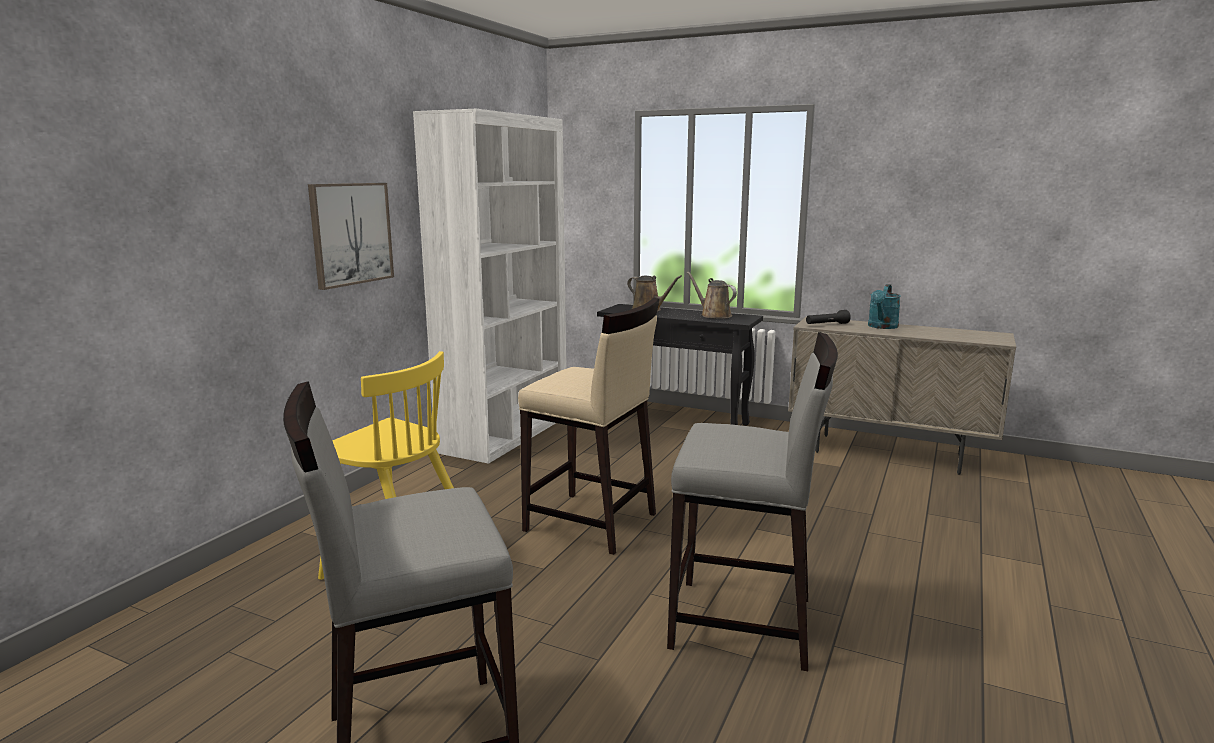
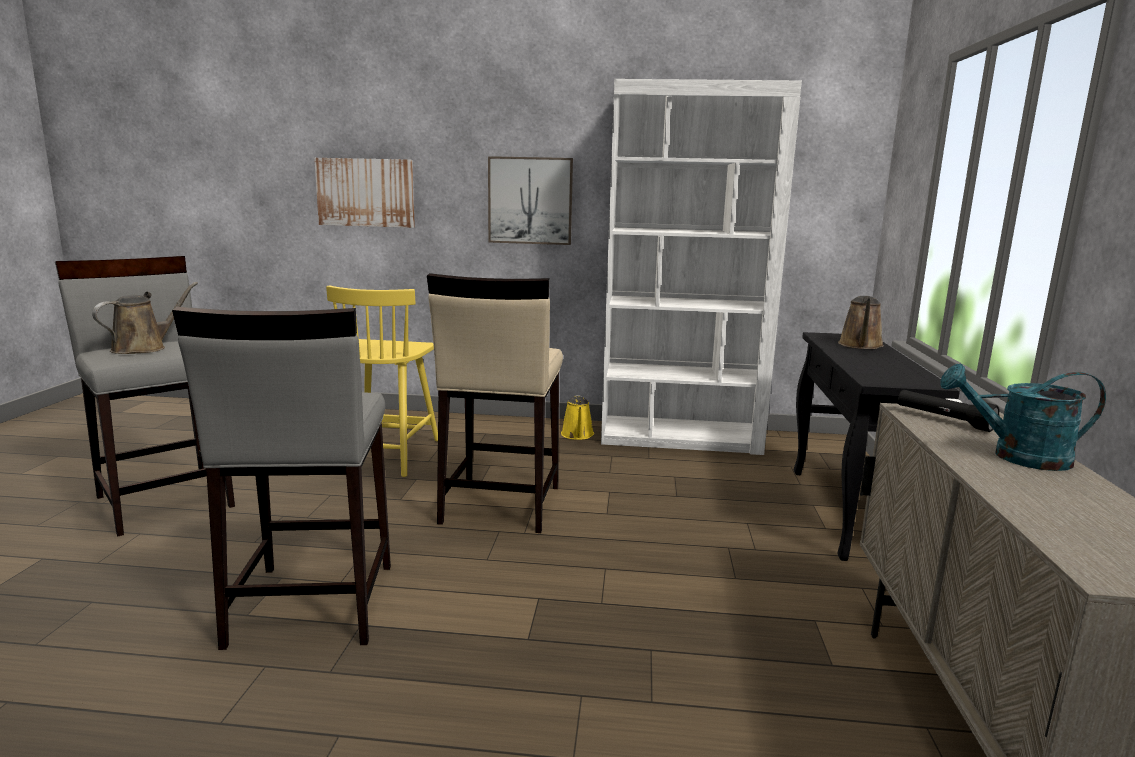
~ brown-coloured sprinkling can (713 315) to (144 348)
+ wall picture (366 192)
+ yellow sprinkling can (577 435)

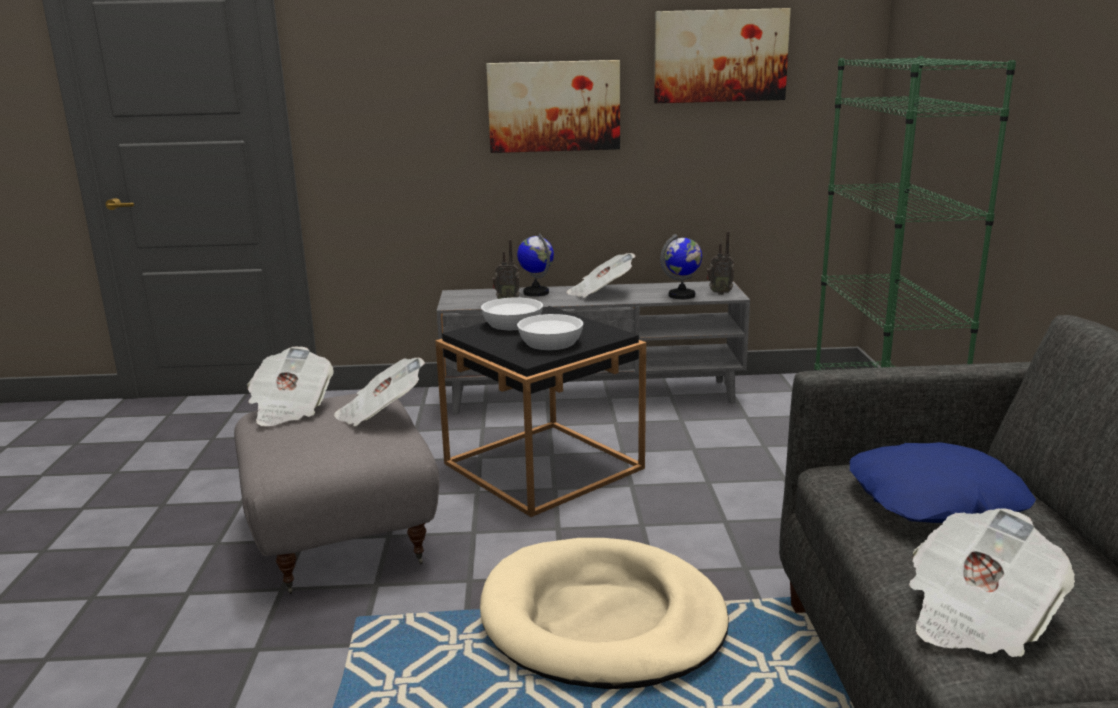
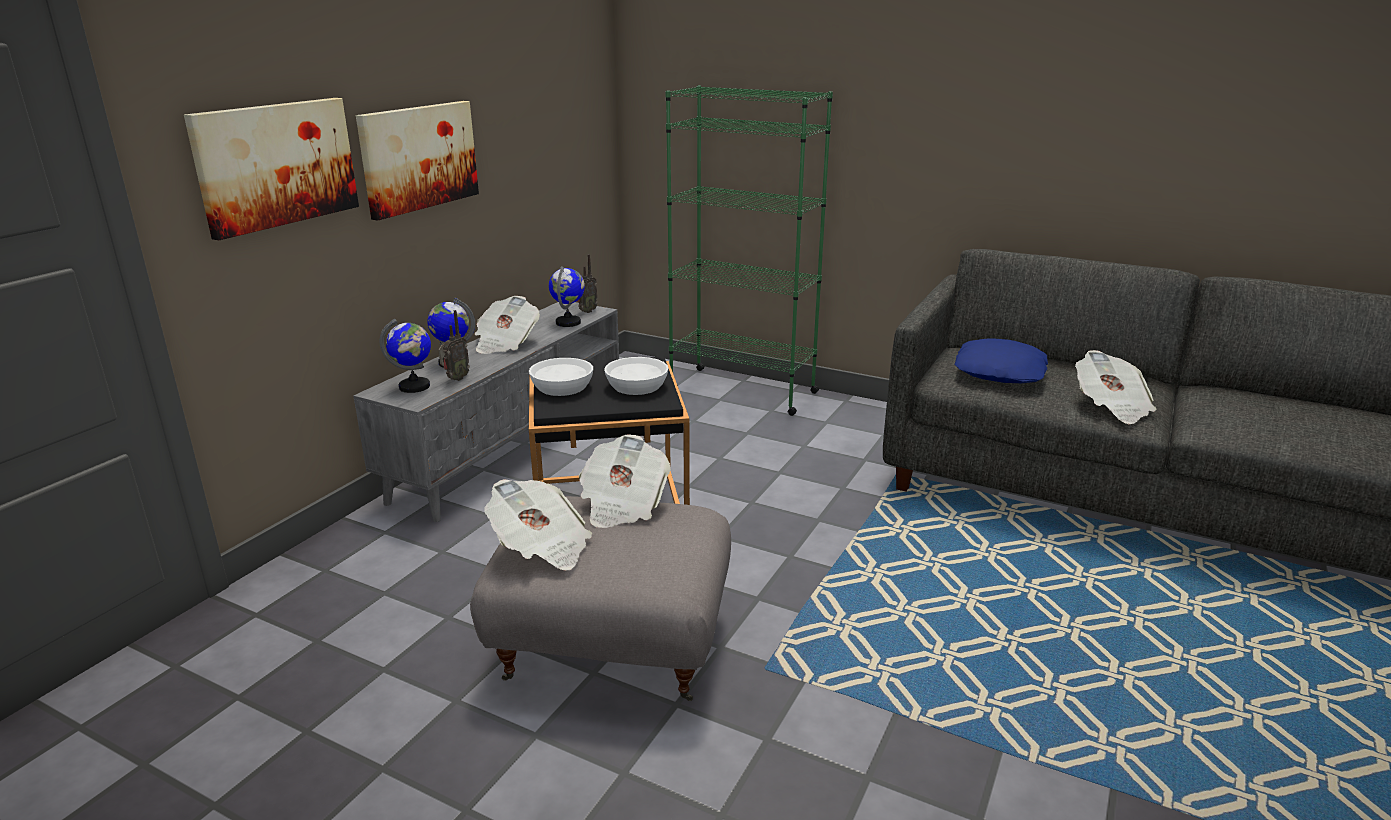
~ wall picture (720 56) to (276 164)
+ world globe (414 387)
- beige dog cushion (602 620)

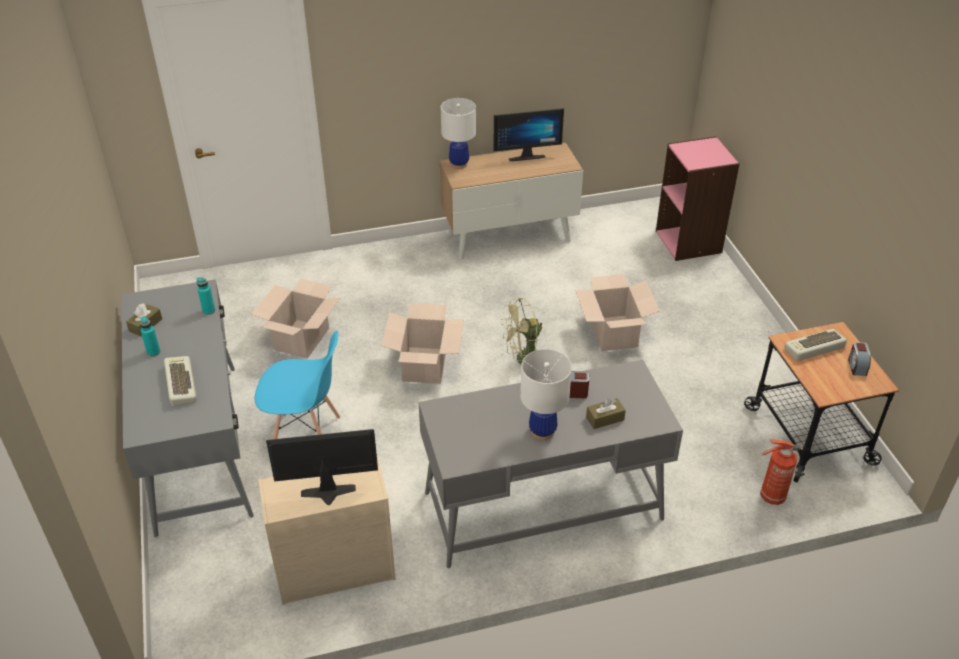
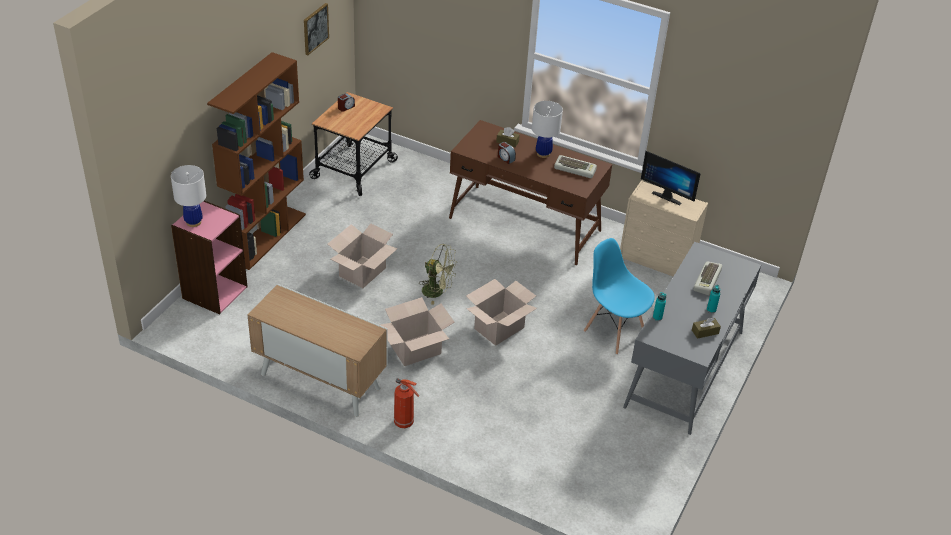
~ white-coloured lamp for a table (459 164) to (193 222)
+ brown-coloured bookshelf (266 236)
+ wall picture (315 28)
~ packing box (302 339) to (416 349)
~ extinguisher (770 497) to (405 423)
~ greyish desk table (542 505) to brown-coloured desk table (525 224)
~ keyboard (814 349) to (575 169)
- computer screen (525 155)

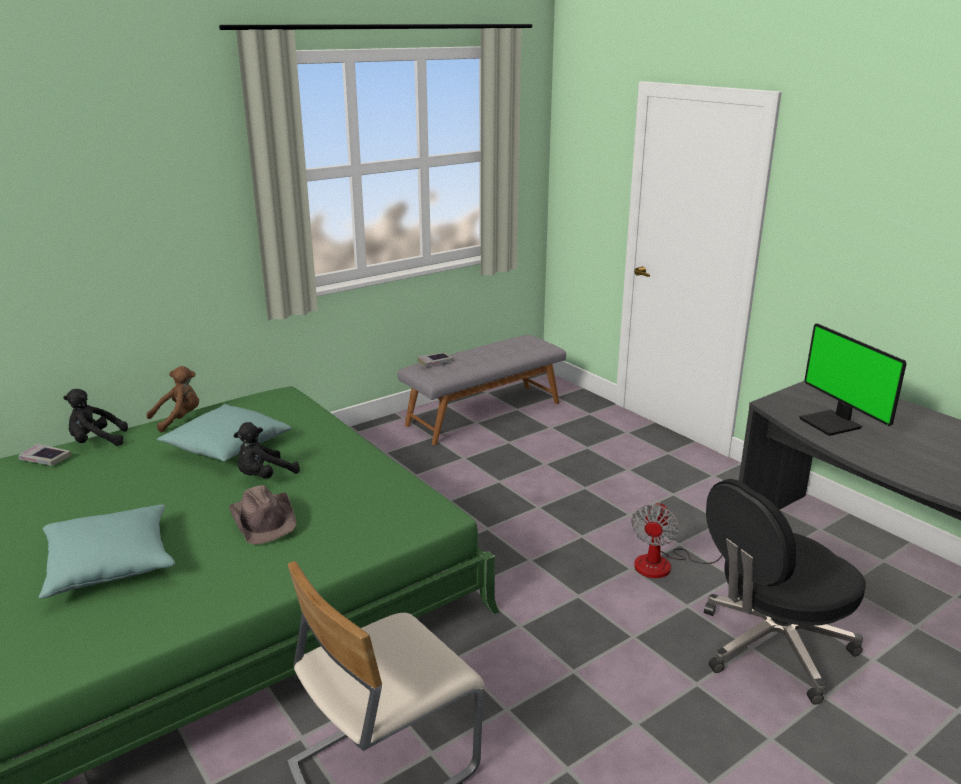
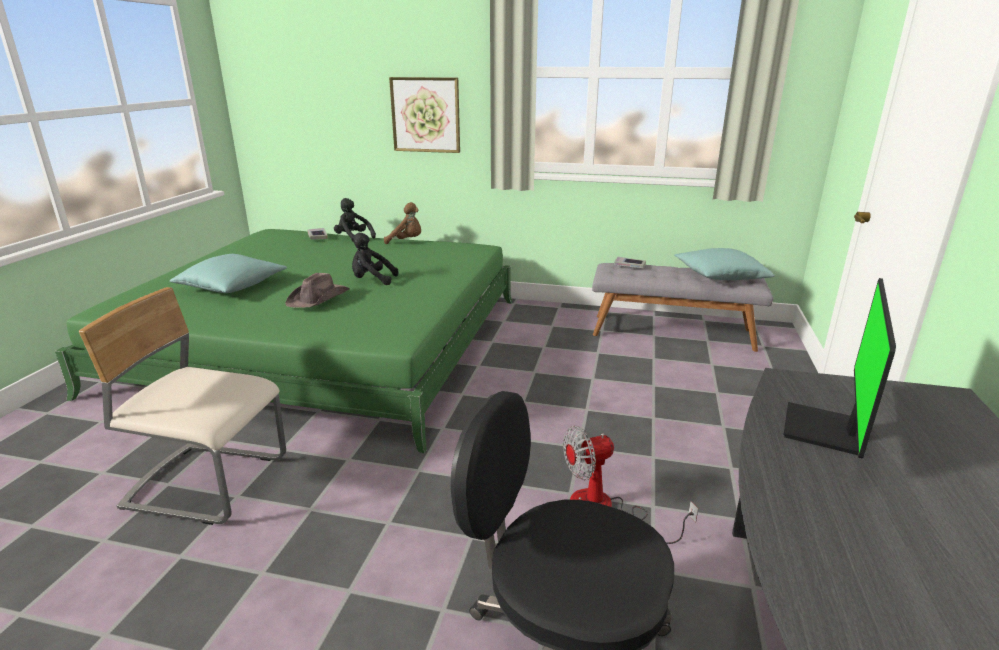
+ wall picture (425 115)
~ turquoise throw pillow (227 447) to (720 276)

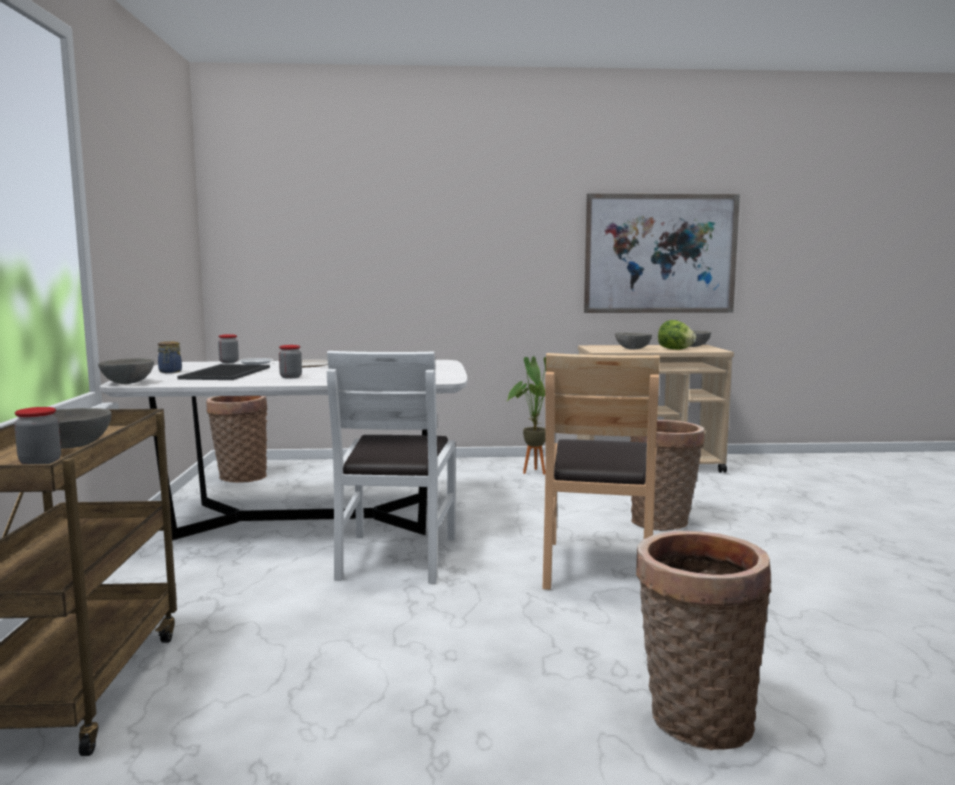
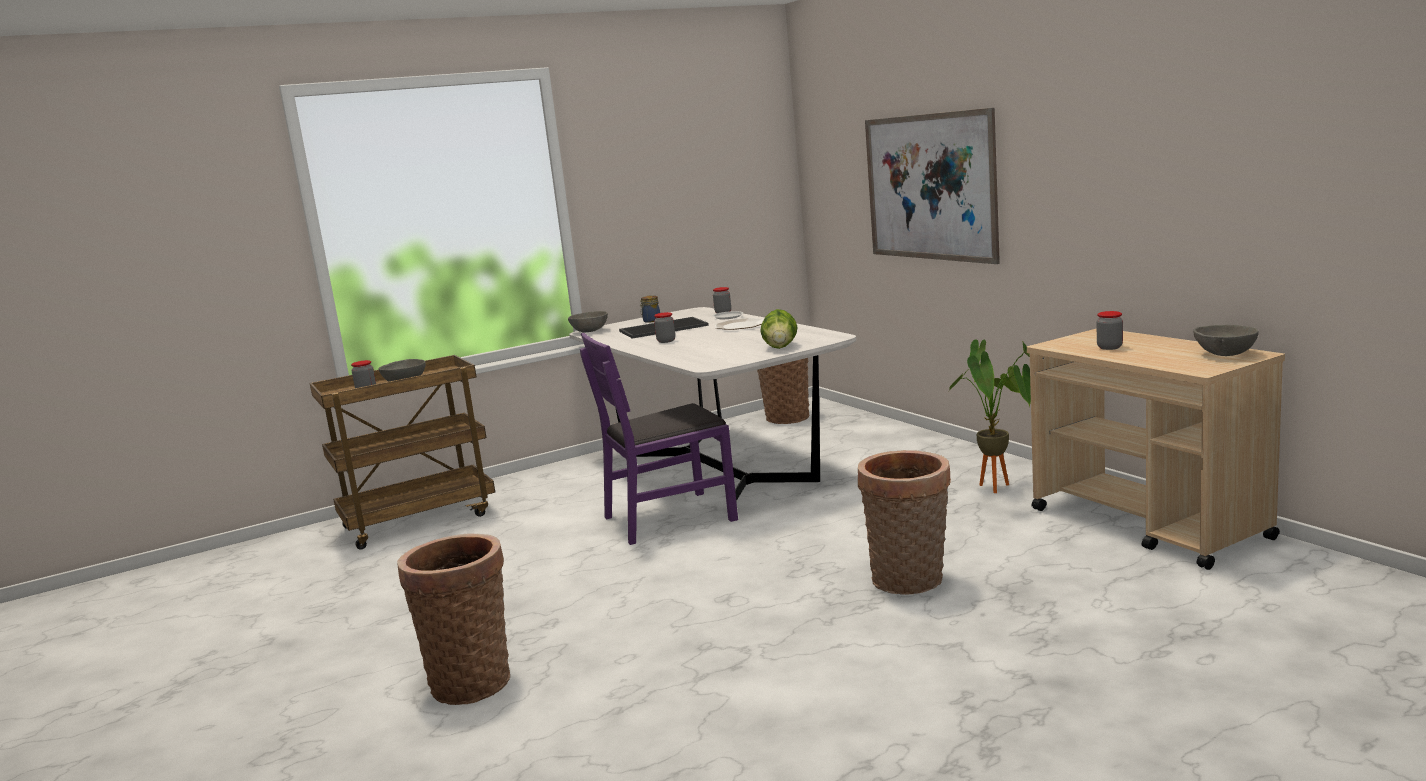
~ white-coloured upright chair (396 557) to purplish upright chair (669 517)
~ lettuce head (675 349) to (780 347)
~ wall picture (660 254) to (929 187)
~ greyish bowl (633 349) to preserve jar (1109 347)
- brown-coloured upright chair (597 567)

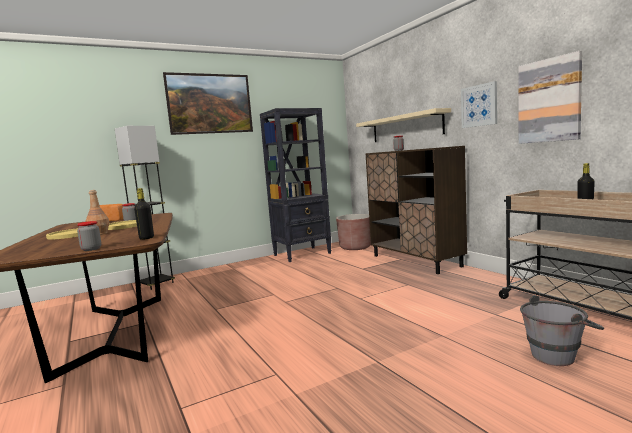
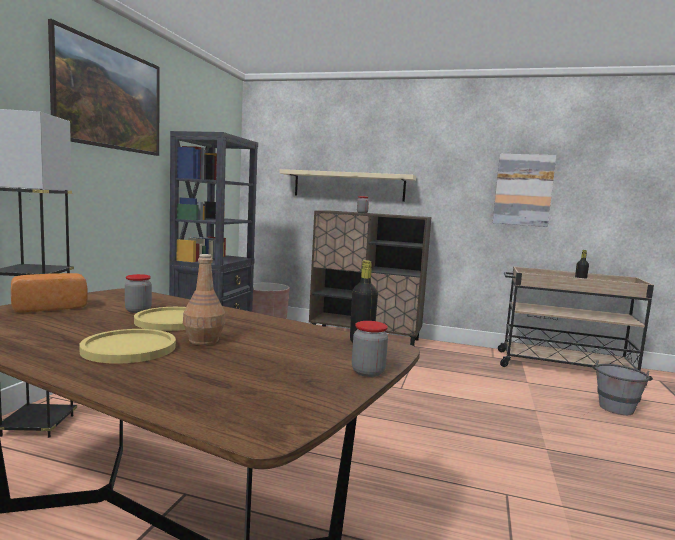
- wall picture (479 105)

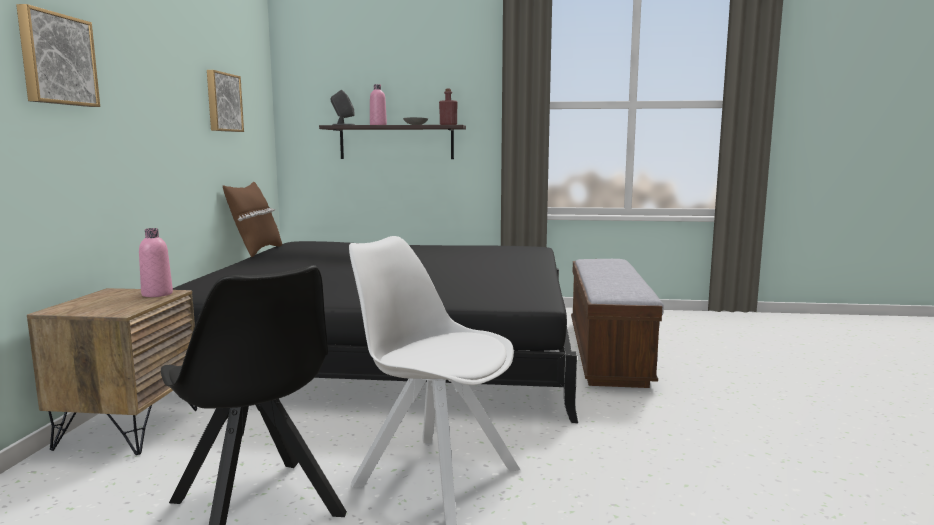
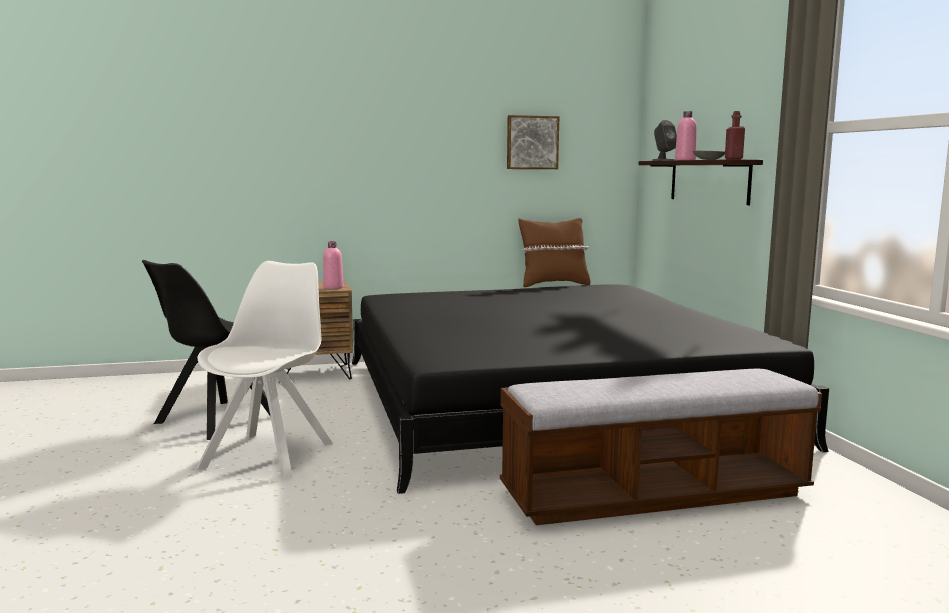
- wall picture (56 59)

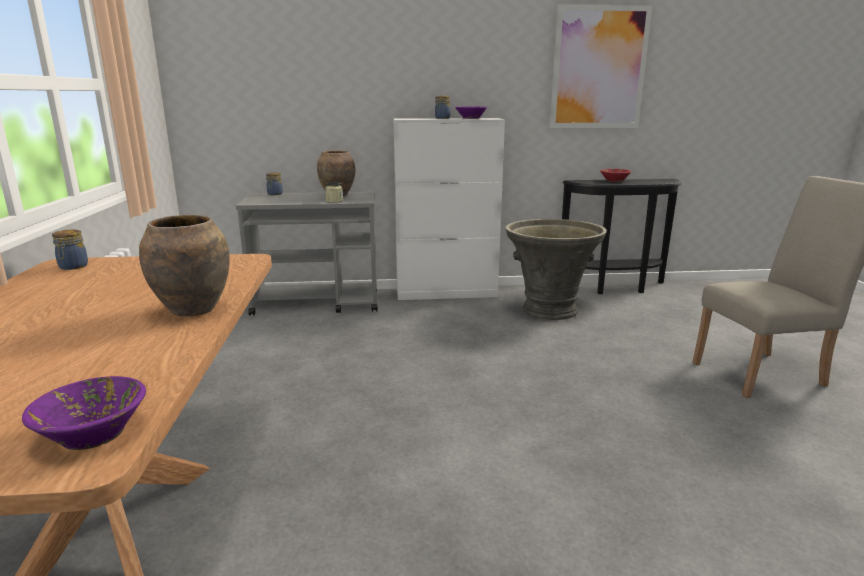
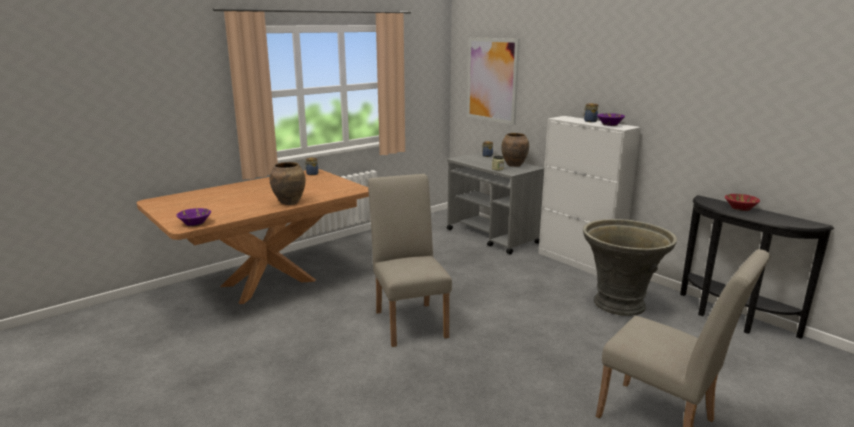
+ beige upright chair (410 320)
~ wall picture (598 68) to (492 80)

